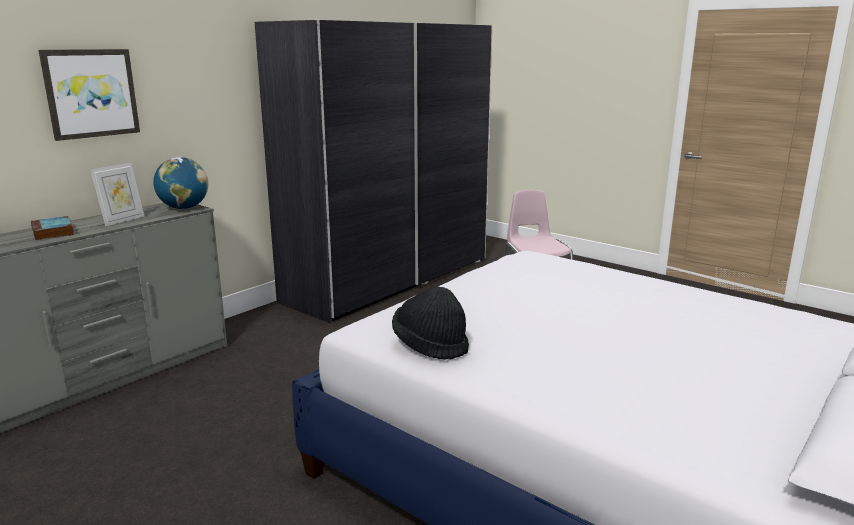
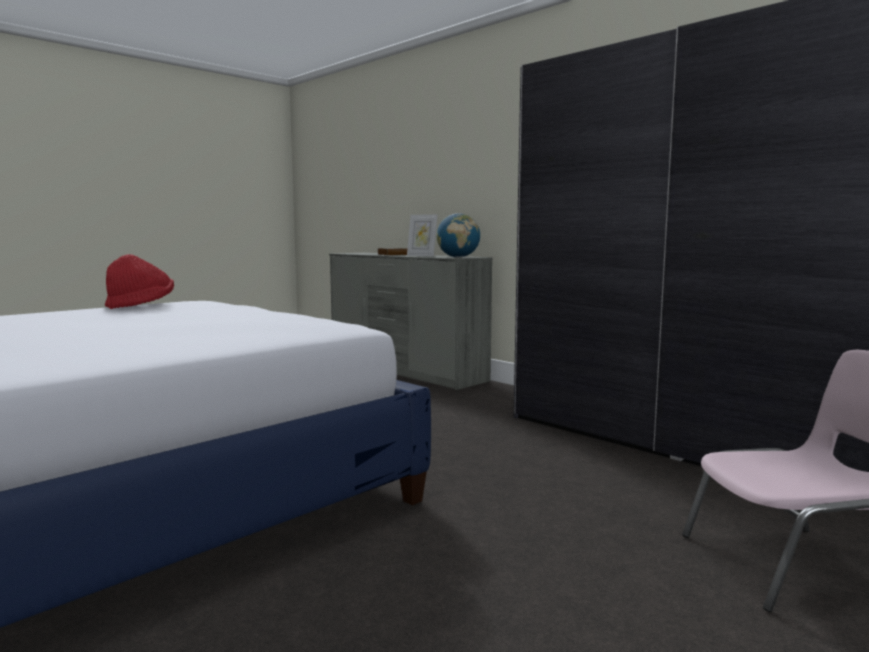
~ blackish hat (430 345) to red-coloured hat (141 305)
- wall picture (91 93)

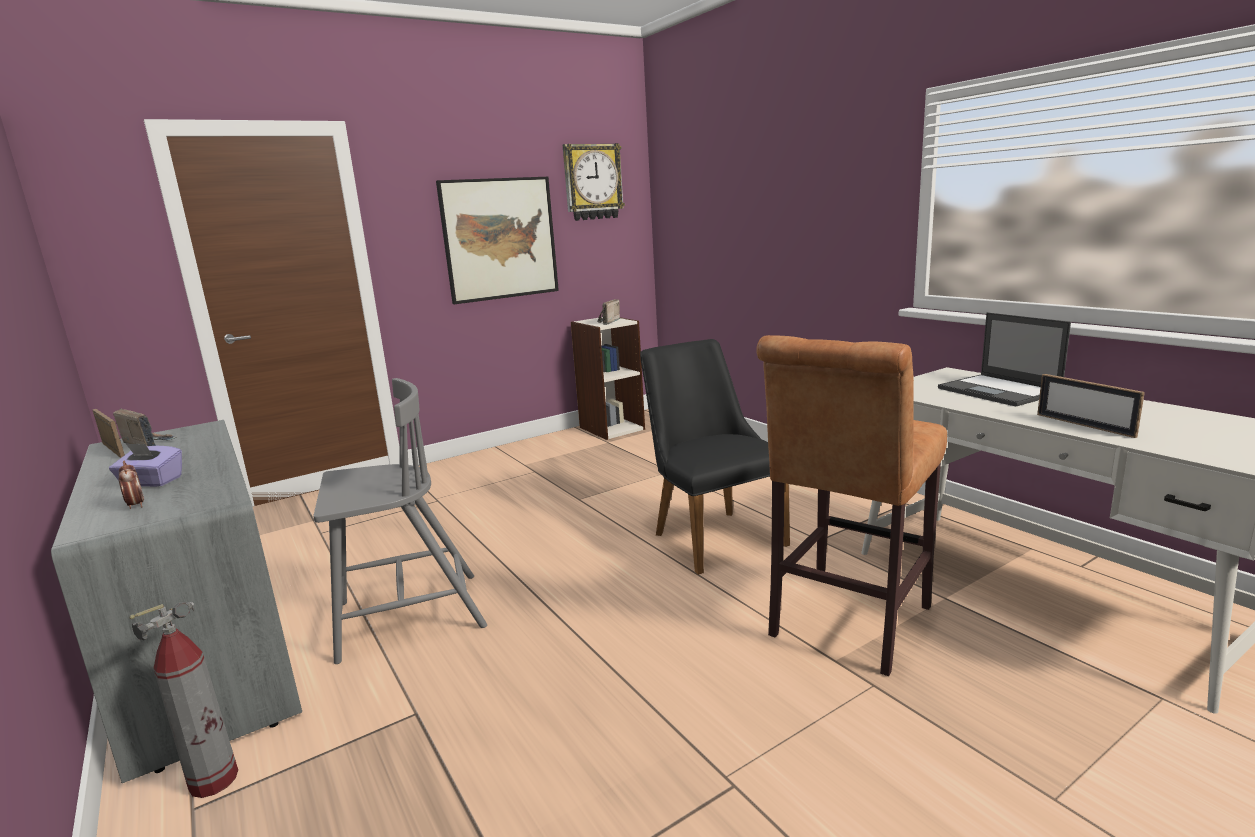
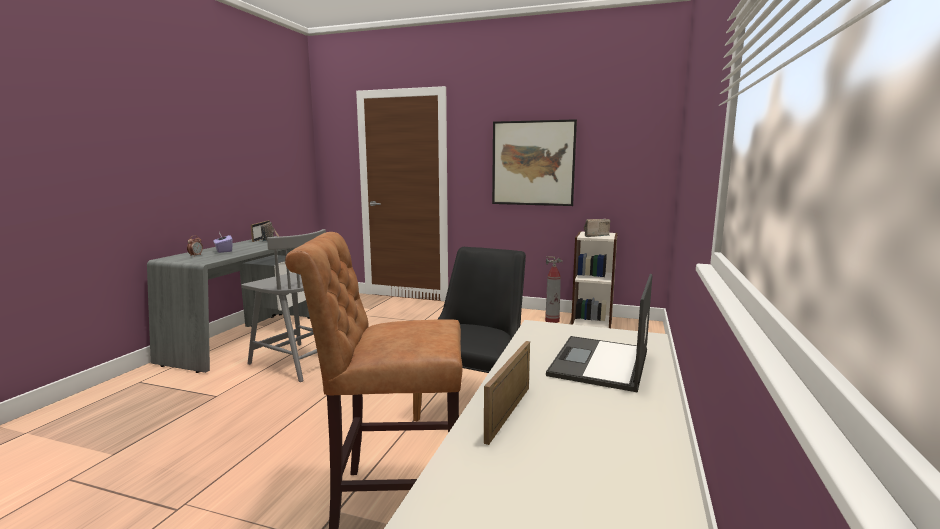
~ extinguisher (214 780) to (552 321)
- wall clock (592 182)

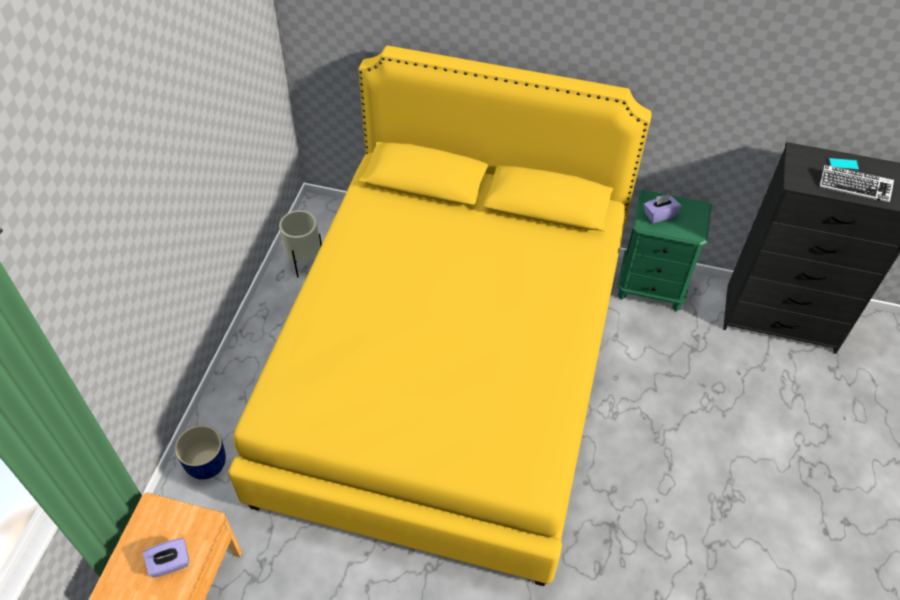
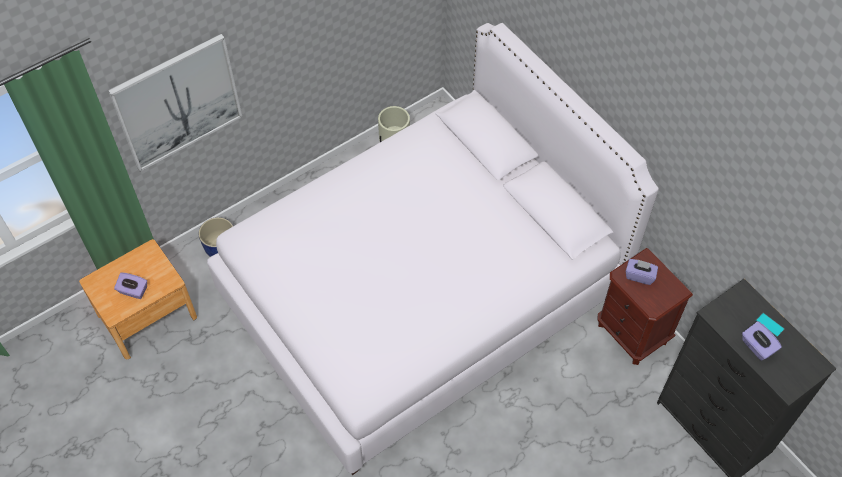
+ wall picture (178 102)
~ yellow bedroom bed (448 372) to white-coloured bedroom bed (421 293)
~ greenish night table (651 287) to brown-coloured night table (632 333)
~ keyboard (854 186) to purplish box of tissues (757 347)

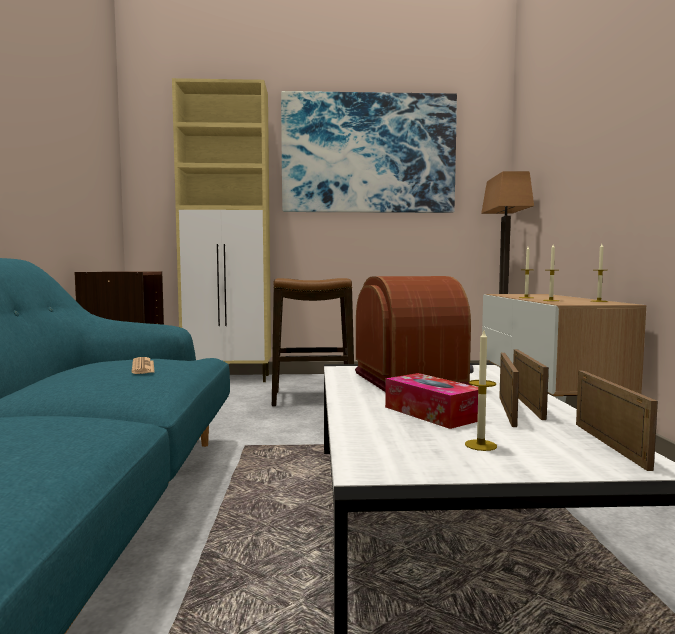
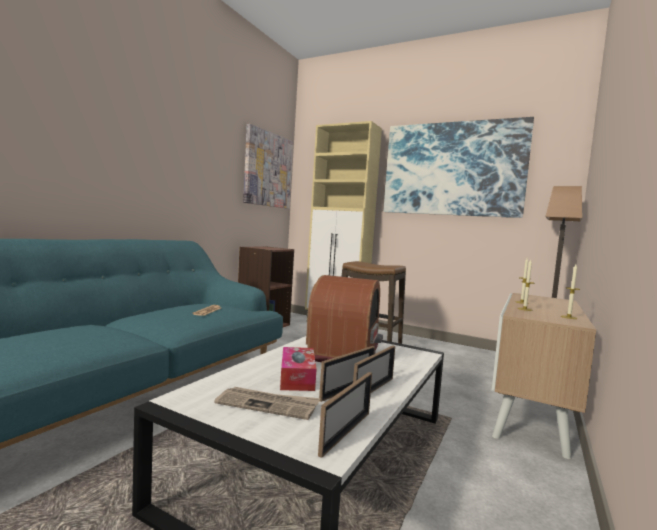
~ wax light (480 445) to daily paper (268 405)
+ wall picture (268 169)

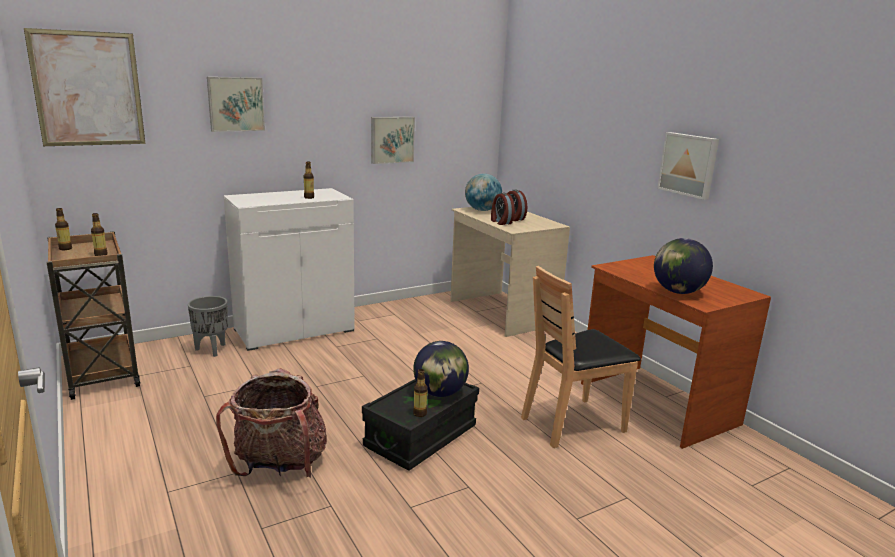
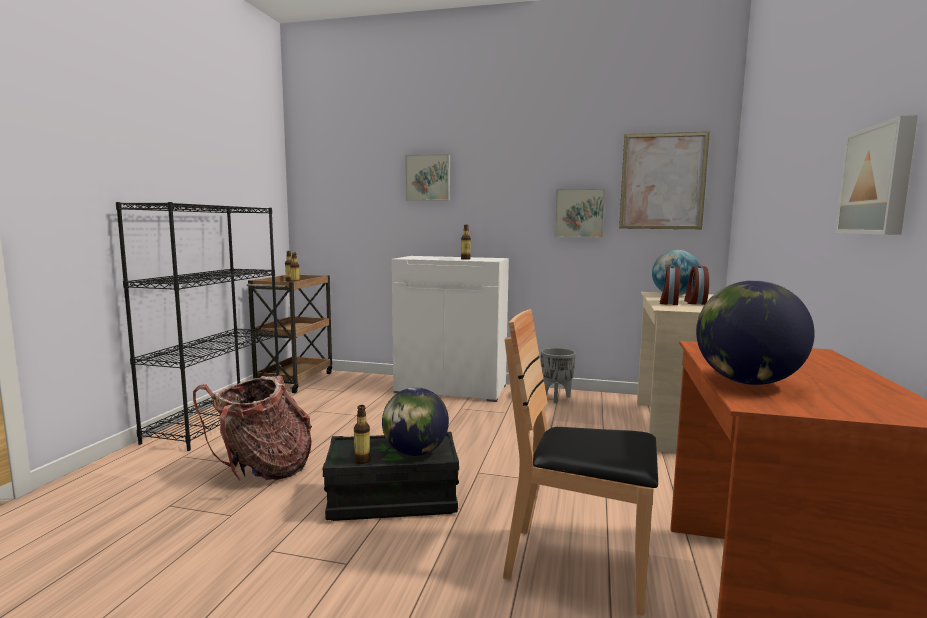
+ blackish bookshelf (217 419)
~ greyish plant pot (211 350) to (556 398)
~ wall picture (88 89) to (662 181)

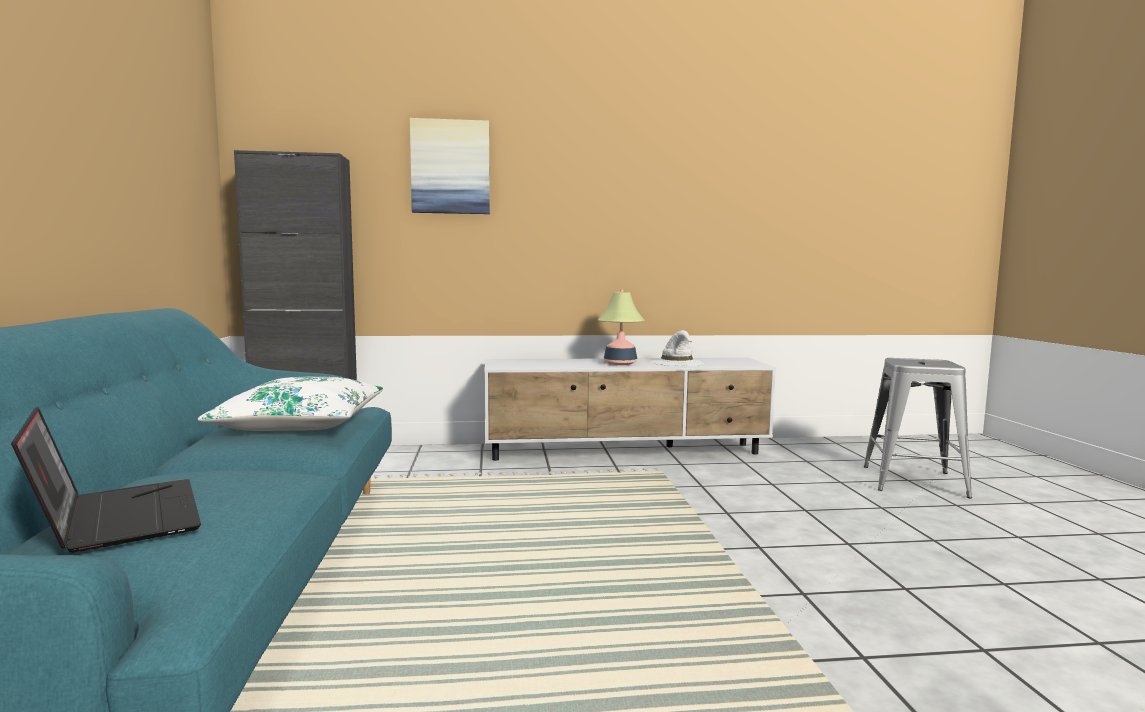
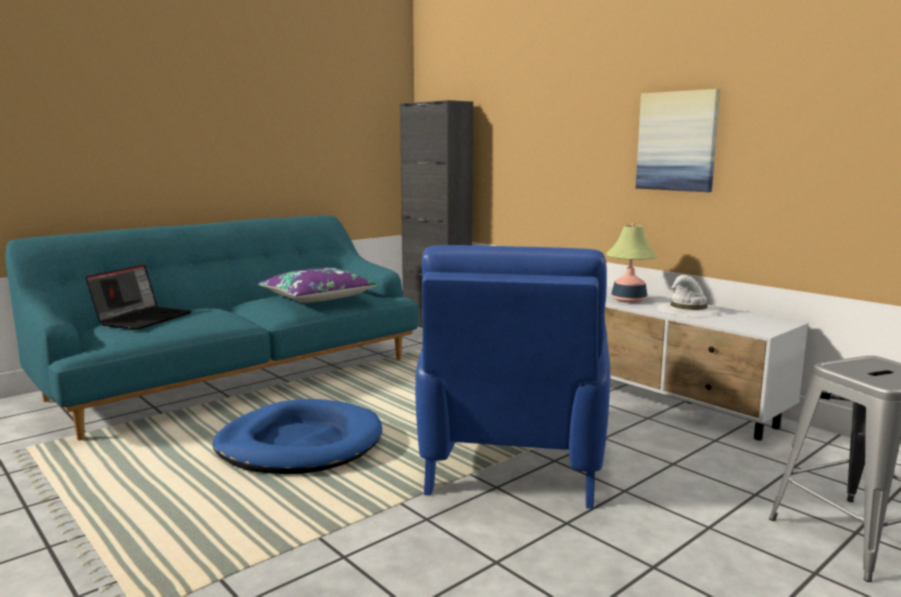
+ bluish dog cushion (300 444)
~ white-coloured throw pillow (301 423) to purplish throw pillow (317 297)
+ bluish easy chair (513 461)
~ wall picture (450 167) to (677 141)

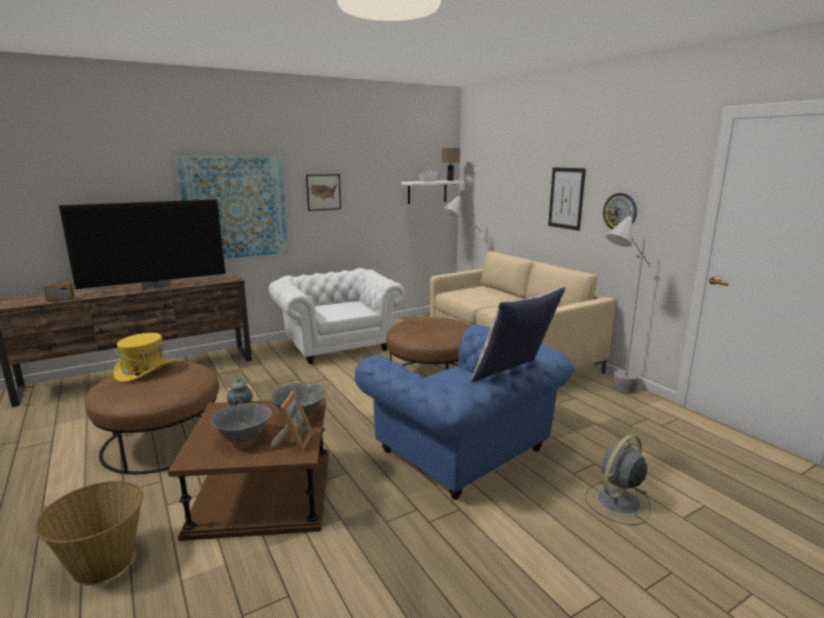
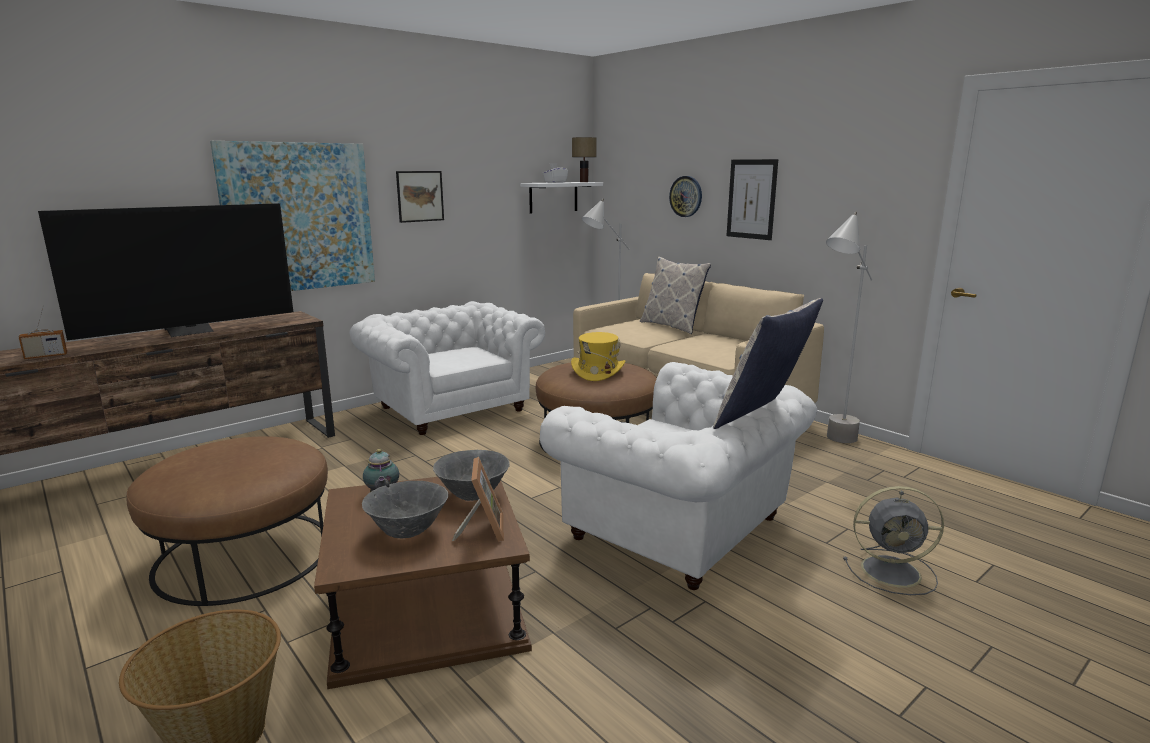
~ bluish easy chair (466 453) to white-coloured easy chair (683 531)
~ yellow hat (144 370) to (597 372)
+ throw pillow (672 326)
~ wall clock (620 212) to (686 196)
~ greyish electric fan (617 502) = (893 571) 120 degrees counterclockwise

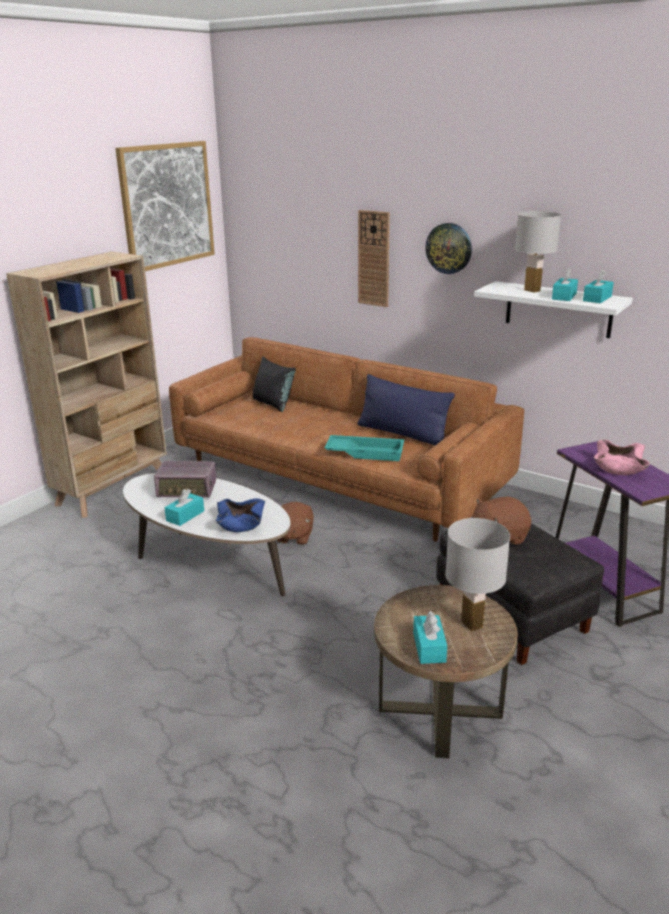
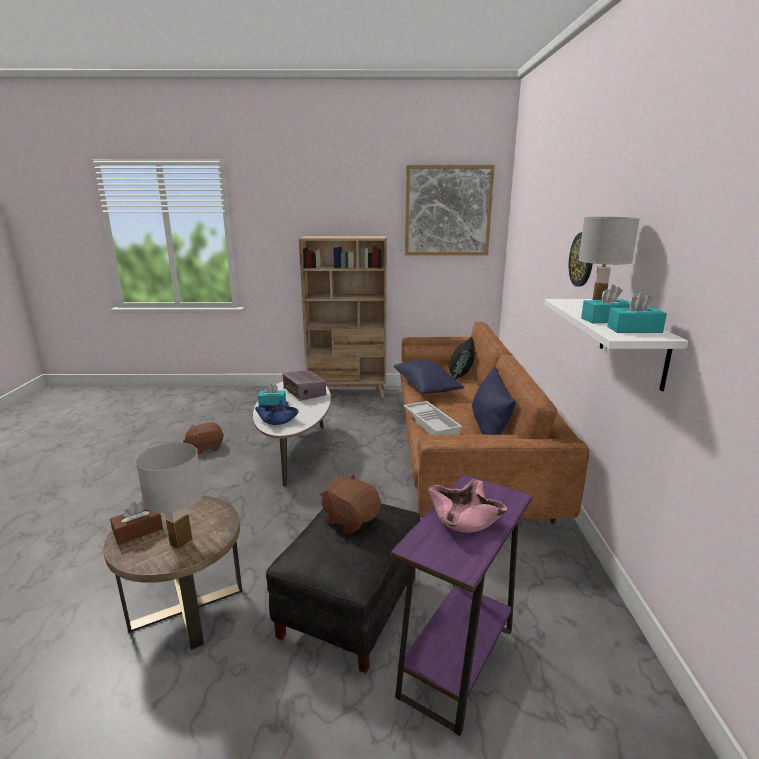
~ turquoise box of tissues (429 647) to brown-coloured box of tissues (138 531)
~ brown-coloured soft toy (294 536) to (206 448)
+ bluish throw pillow (426 387)
~ turquoise tray (365 452) to white-coloured tray (432 423)
- wall clock (374 258)

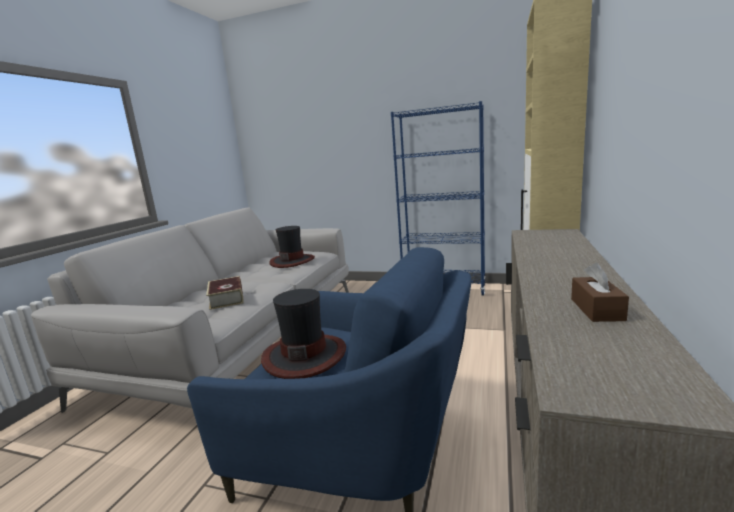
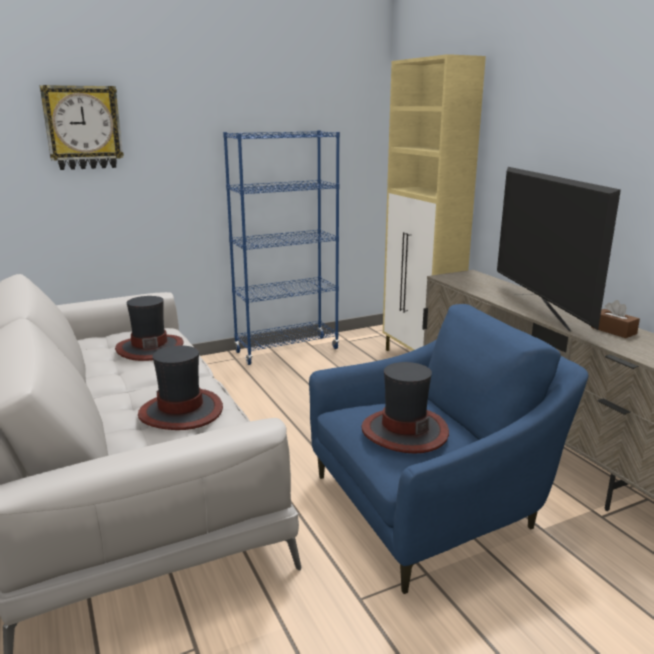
+ wall clock (83 128)
~ book (226 298) to hat (181 411)
+ TV set (540 311)

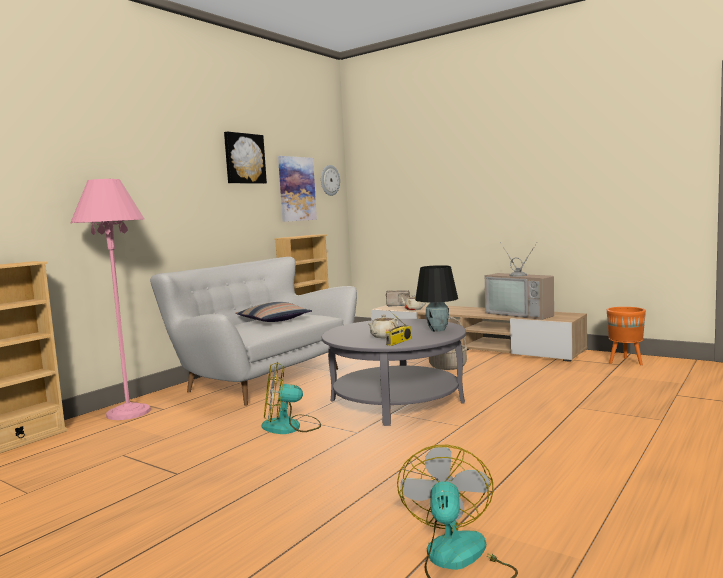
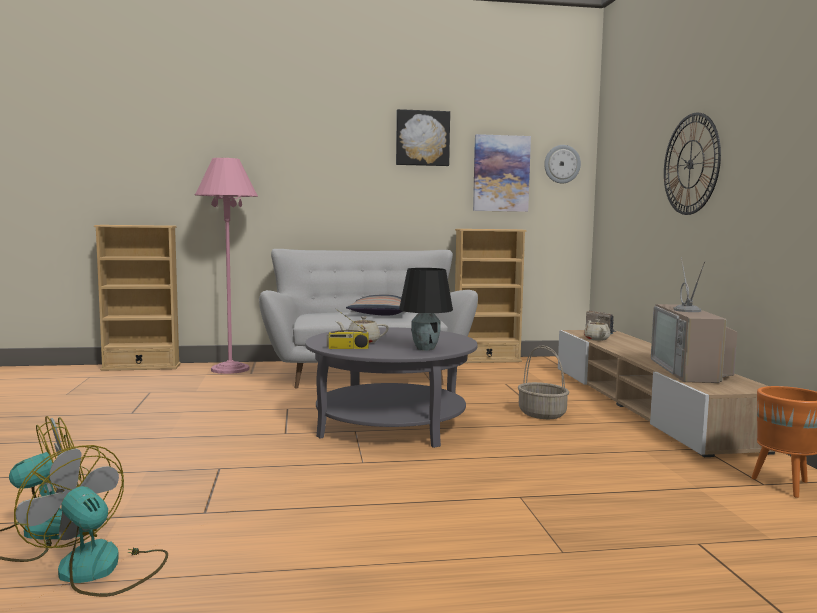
~ electric fan (290 427) to (100 570)
+ wall clock (690 164)

